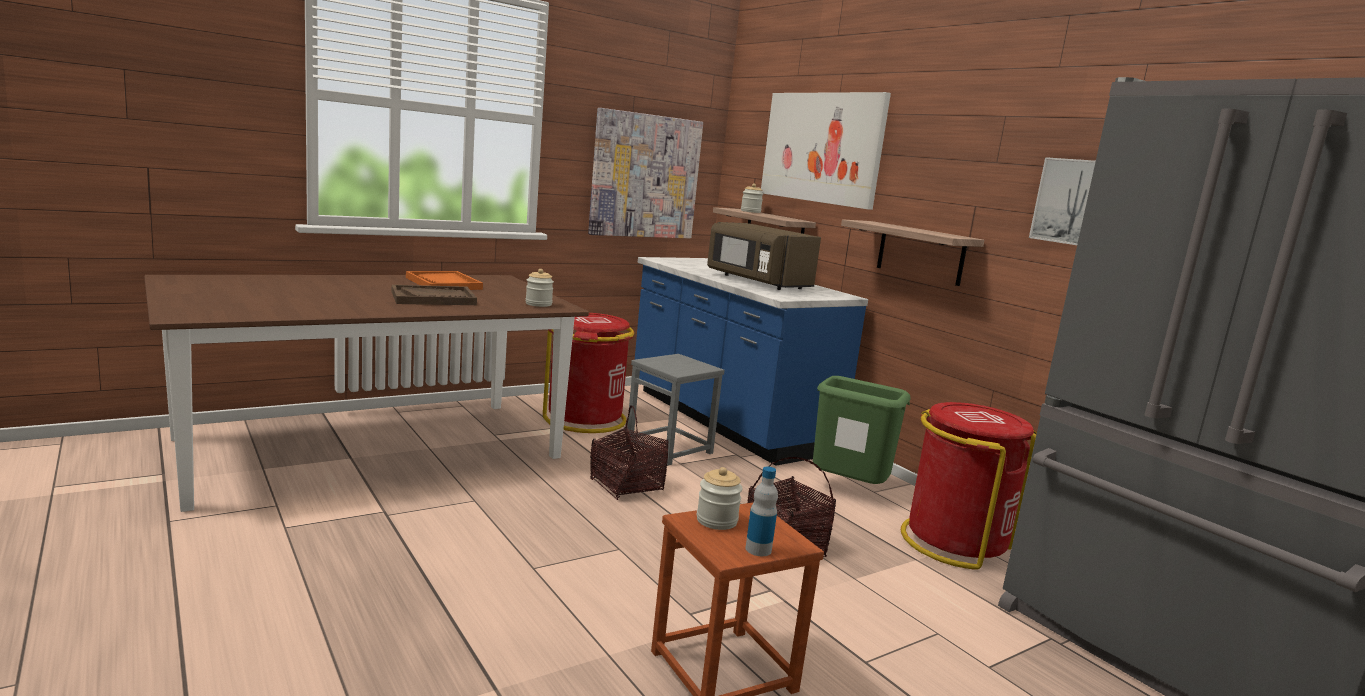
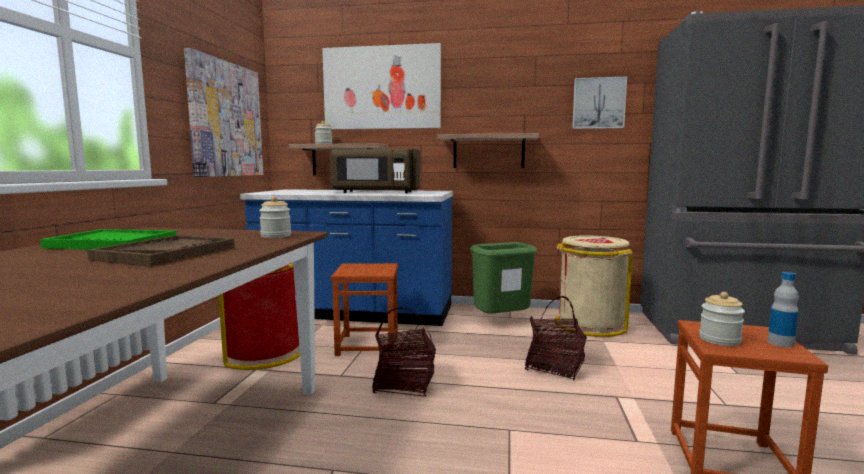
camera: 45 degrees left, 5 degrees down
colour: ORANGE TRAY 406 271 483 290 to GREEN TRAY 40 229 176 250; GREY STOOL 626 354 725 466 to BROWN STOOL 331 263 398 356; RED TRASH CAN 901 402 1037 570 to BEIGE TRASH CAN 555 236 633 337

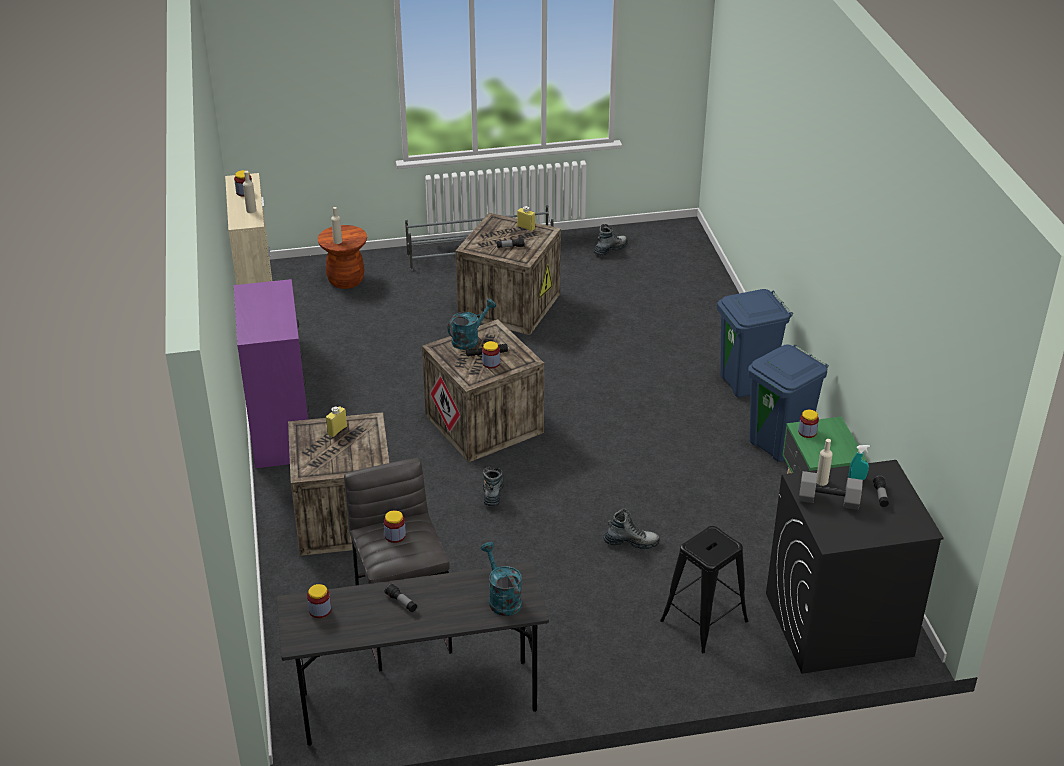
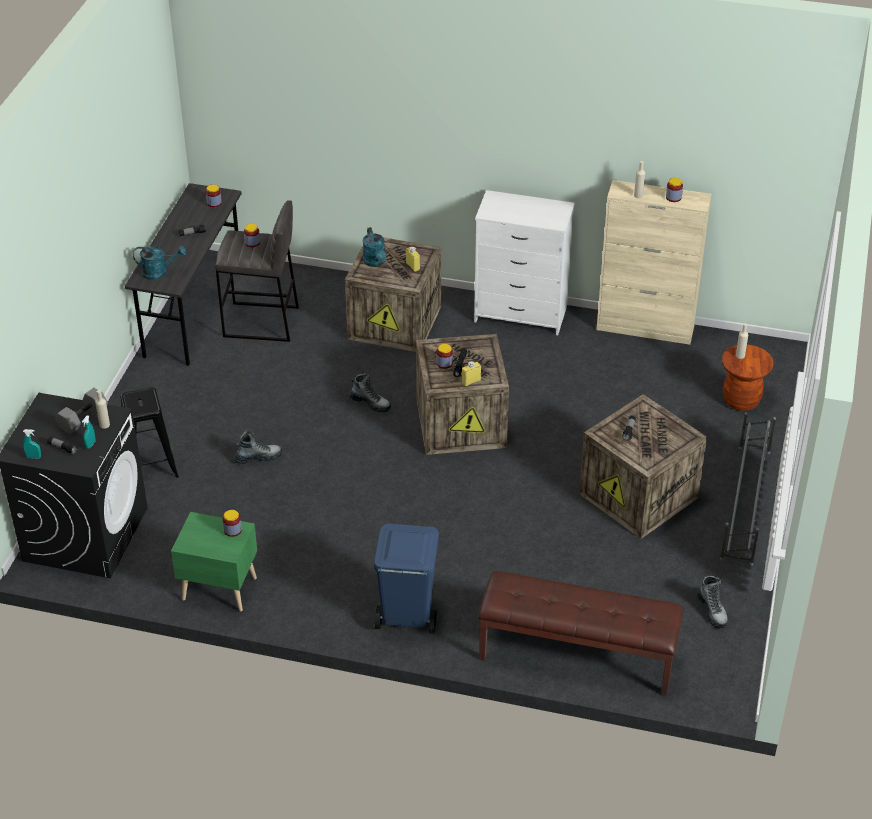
camera: 115 degrees right, 5 degrees up
missing: BLUE TRASH CAN 748 345 829 462
appeared: TURQUOISE SPRAY BOTTLE 23 429 41 459; BROWN BENCH 478 571 683 696
relocated: TURQUOISE WATERING CAN 448 299 496 350 to 362 227 386 267; YELLOW BOTTLE 517 206 535 231 to 462 361 481 387
colour: PURPLE DRESSER 234 279 309 468 to WHITE DRESSER 474 190 575 335
spun: BOOT 603 508 660 549 = 234 430 282 464 135 degrees counterclockwise

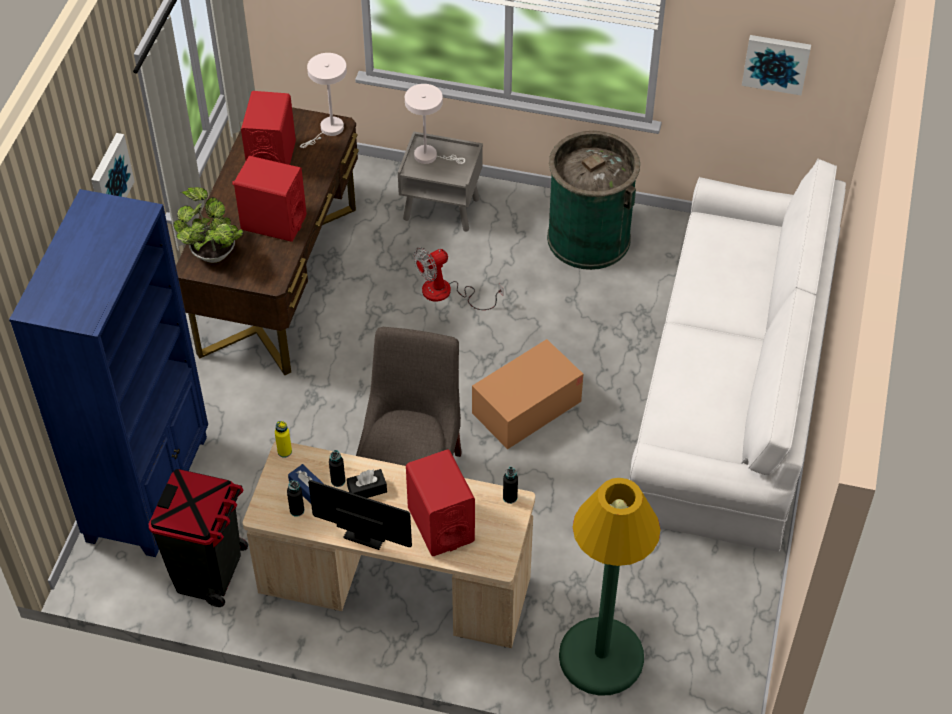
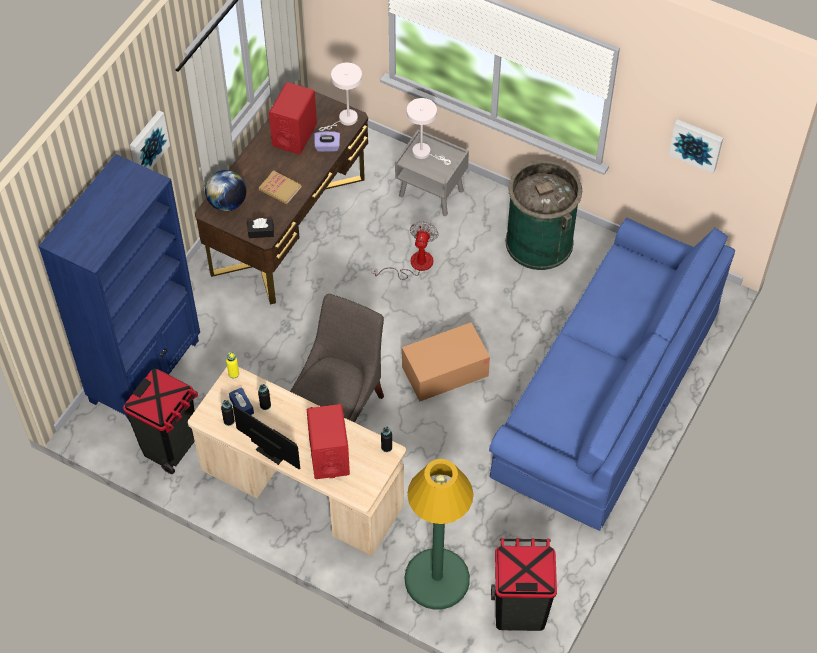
camera: 15 degrees right, 5 degrees up
appeared: PURPLE TISSUE BOX 314 131 340 152; BLACK TRASH CAN 491 538 557 631
relocated: BLACK TISSUE BOX 347 469 387 498 to 248 218 274 238
exchanged: POTTED PLANT 173 187 243 263 to GLOBE 205 170 246 211; RED SPEAKER 232 156 306 242 to BOOK 259 171 301 204
colour: WHITE SOFA 627 158 846 552 to BLUE SOFA 489 217 735 531
spun: FAN 414 247 503 310 = 371 221 439 280 120 degrees clockwise

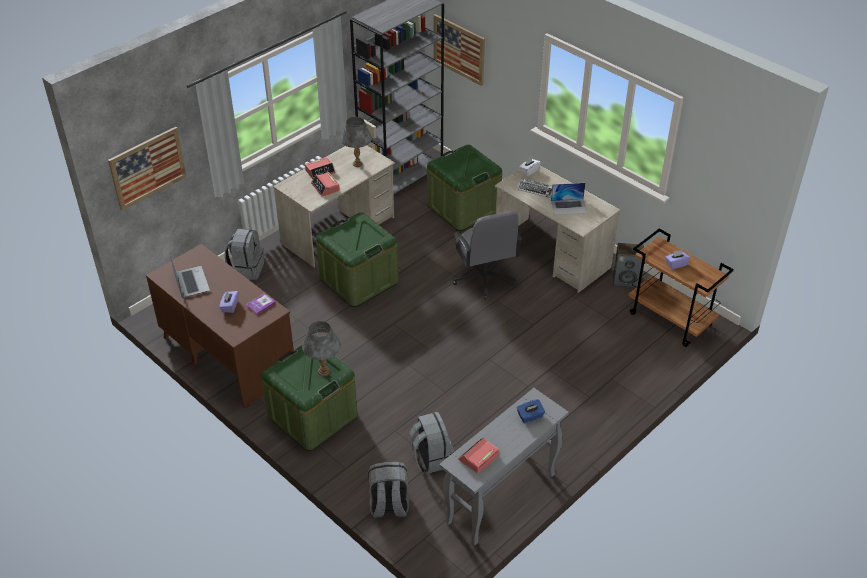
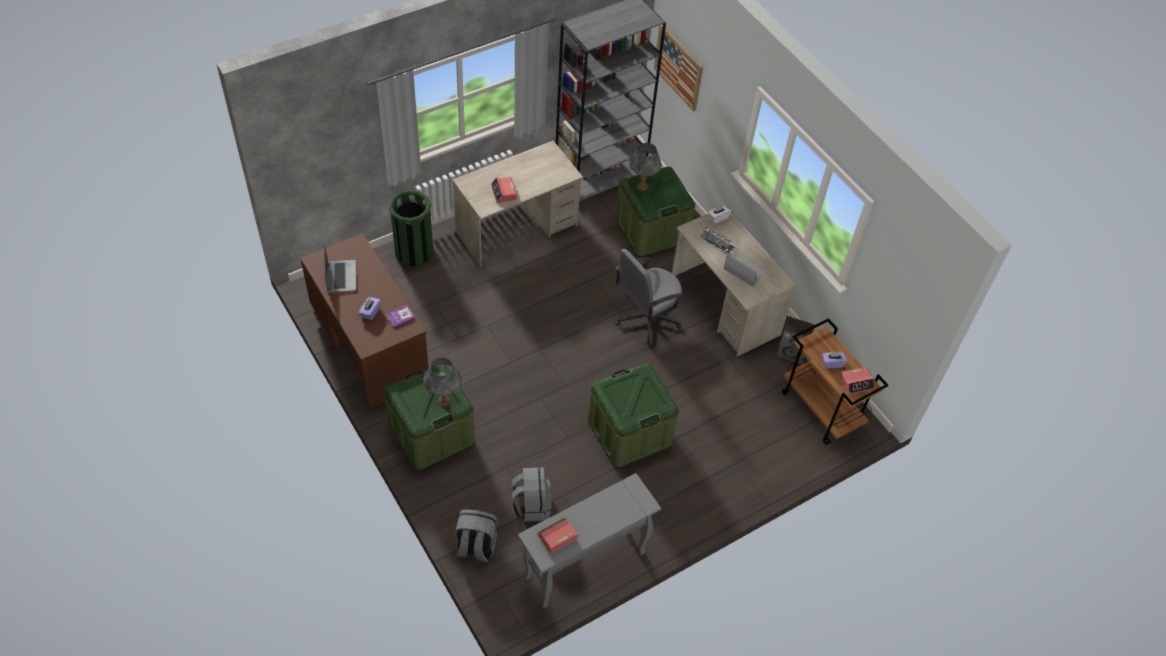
camera: 10 degrees right, 10 degrees up
missing: PICTURE 108 127 187 210; BLUE TISSUE BOX 517 399 545 423
relocated: GREEN STORAGE BOX 316 212 398 307 to 588 363 679 468; GREY TABLE LAMP 340 117 372 167 to 629 143 662 191; ALARM CLOCK 305 157 335 179 to 840 366 875 395
exchanged: GREY BACKPACK 225 229 264 280 to GREEN TRASH CAN 389 190 433 268
spun: GREY OFFICE CHAIR 453 211 522 300 = 615 249 685 345 60 degrees clockwise; LAPTOP 551 183 588 215 = 724 254 766 287 150 degrees counterclockwise

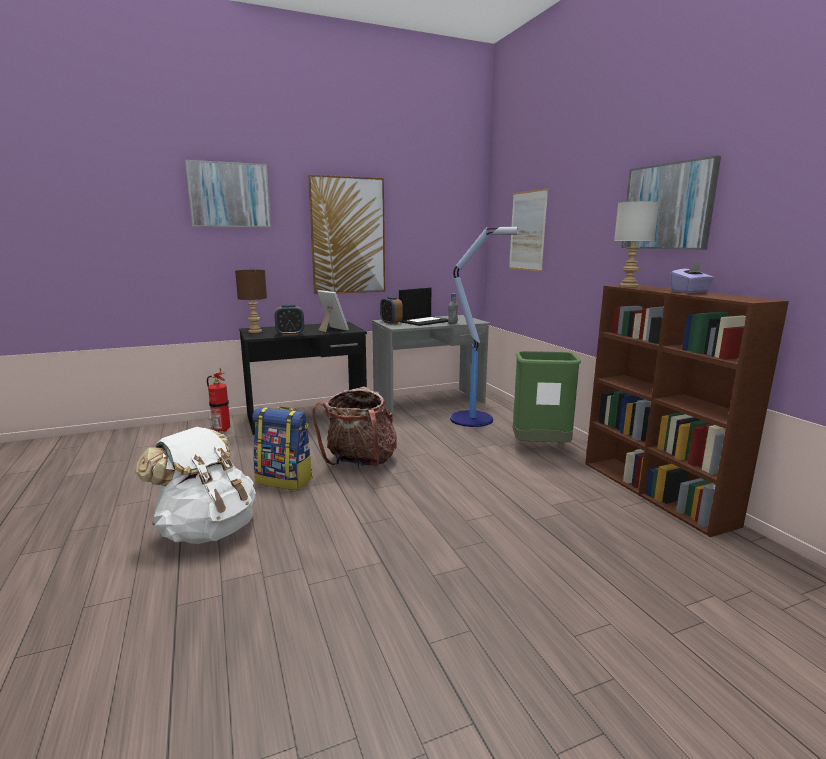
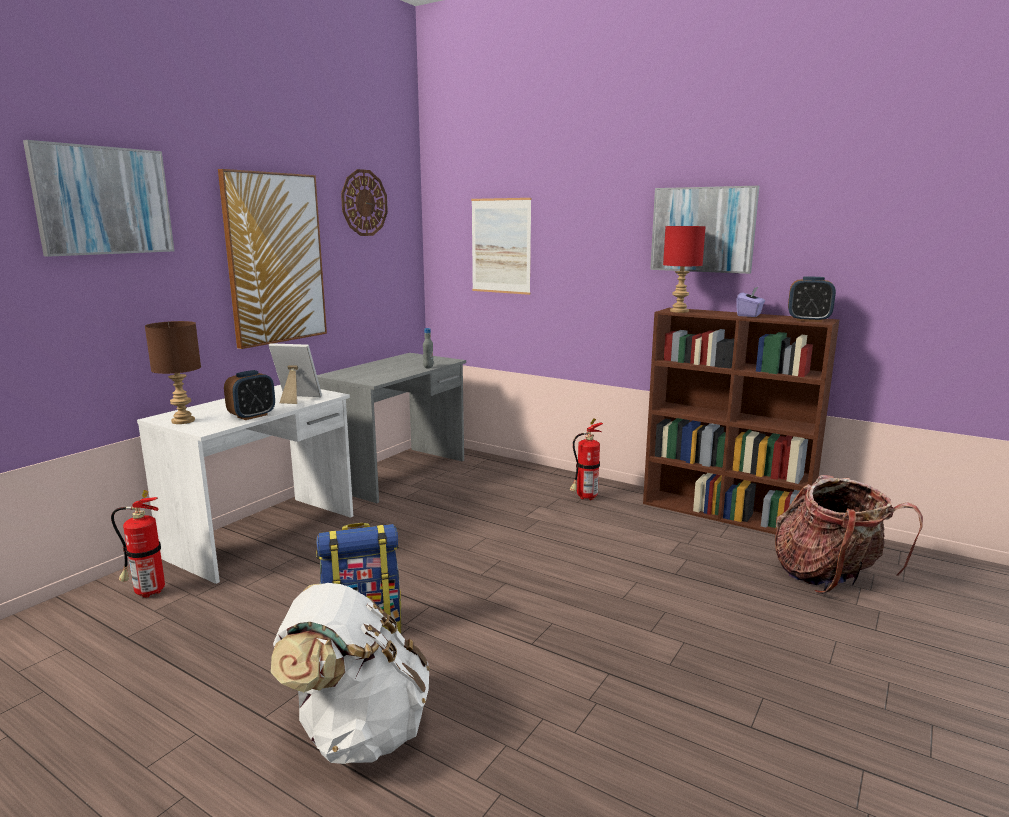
camera: 35 degrees left, 0 degrees up
missing: LAPTOP 399 288 448 326; FLOOR LAMP 450 226 518 427
appeared: WALL CLOCK 341 169 388 236
relocated: BACKPACK 312 387 397 467 to 775 475 923 594; ALARM CLOCK 380 297 403 325 to 788 276 836 322
exchanged: GREEN TRASH CAN 513 351 581 443 to FIRE EXTINGUISHER 570 418 603 500
colour: BLACK DESK 239 322 367 435 to WHITE DESK 137 385 353 584; GREY TABLE LAMP 614 201 659 287 to RED TABLE LAMP 663 226 706 313

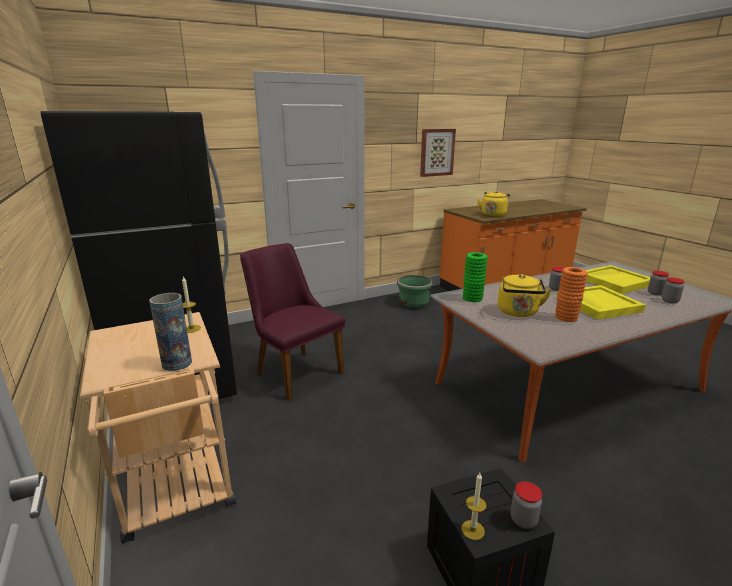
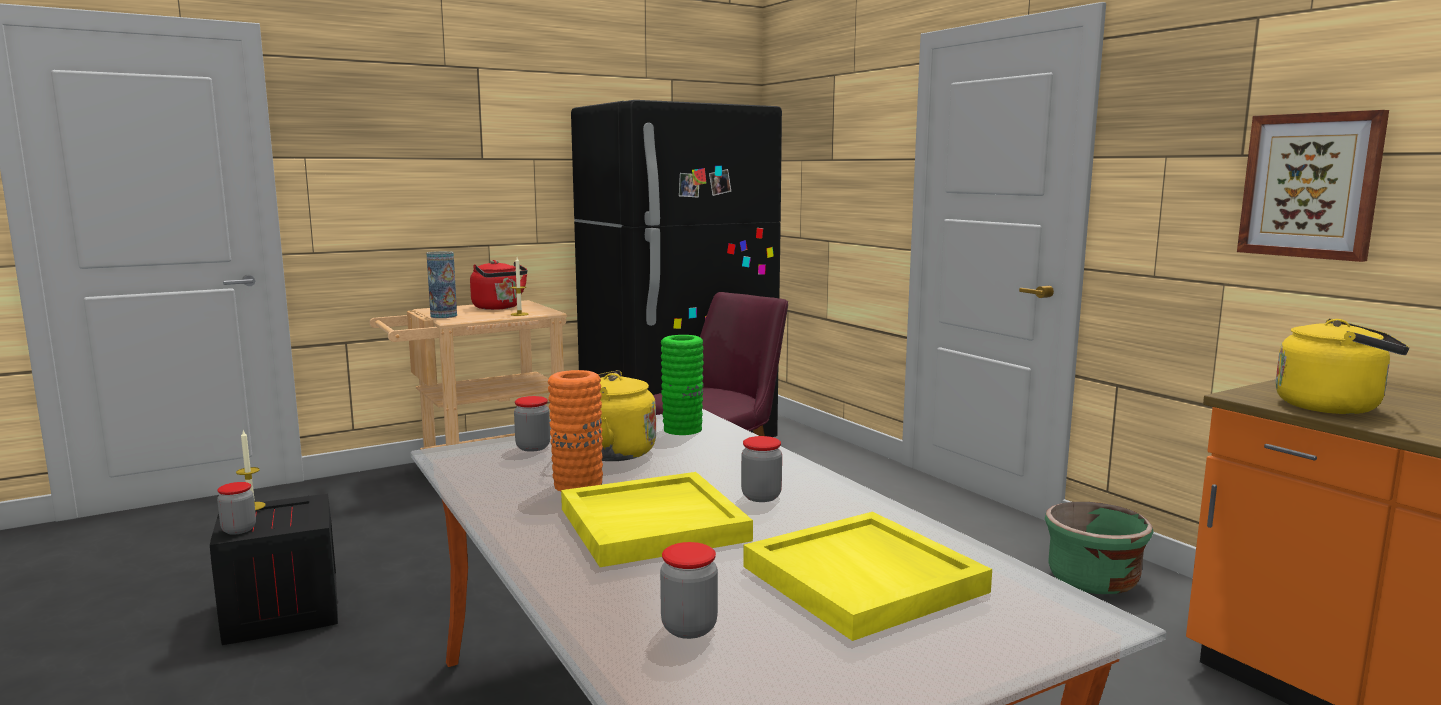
camera: 85 degrees right, 10 degrees down
appeared: RED KETTLE 470 260 527 310
relocated: JAR 648 271 669 296 to 514 396 550 452

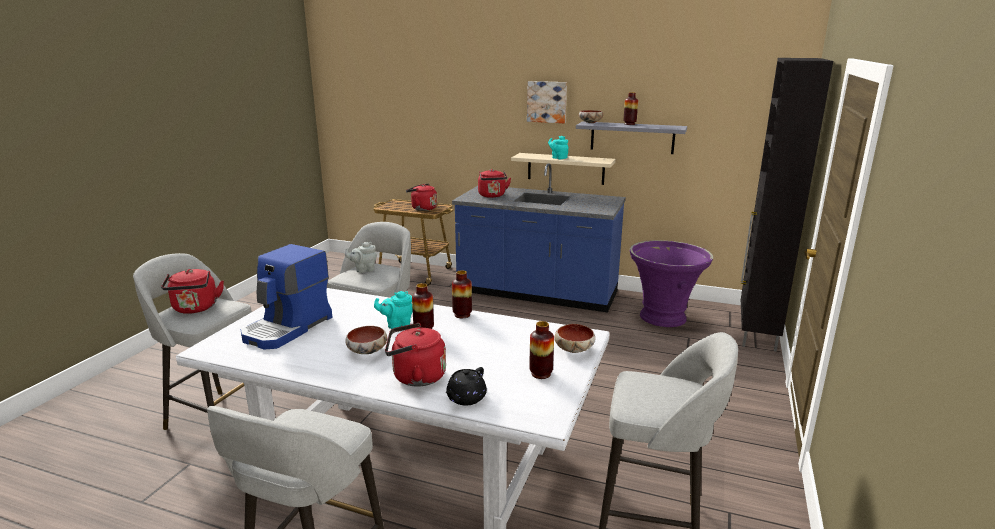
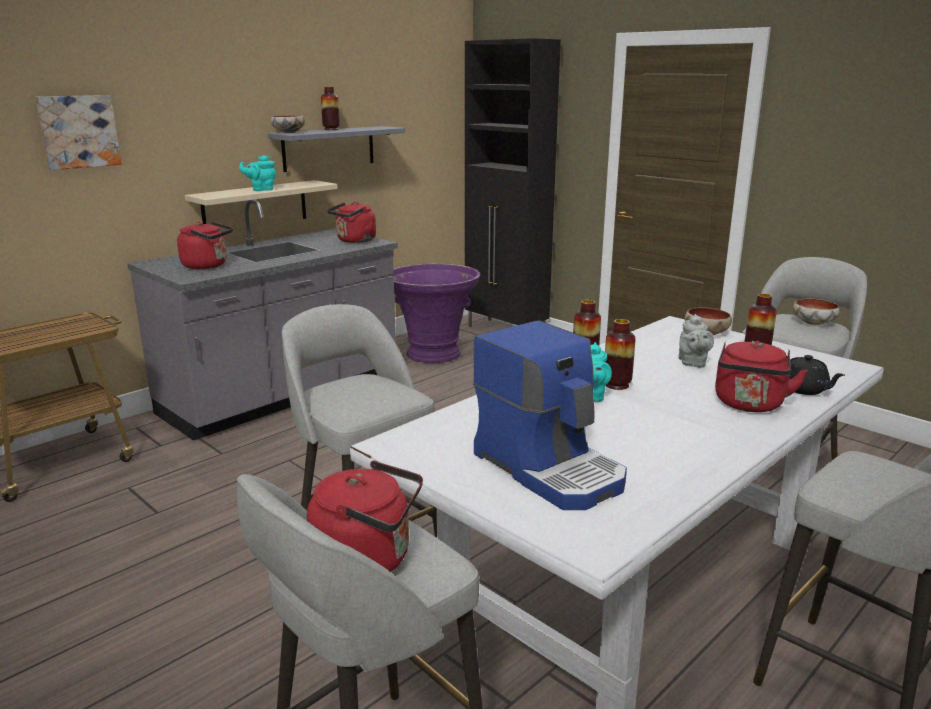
camera: 65 degrees left, 0 degrees up
relocated: PICTURE 527 81 567 123 to 36 95 122 170; RED KETTLE 406 183 437 211 to 327 202 376 243; GREY TEAPOT 345 242 377 273 to 678 314 714 368; BOWL 346 326 387 354 to 793 299 840 325
colour: BLUE COUNTER 452 163 626 313 to GREY COUNTER 128 200 398 441

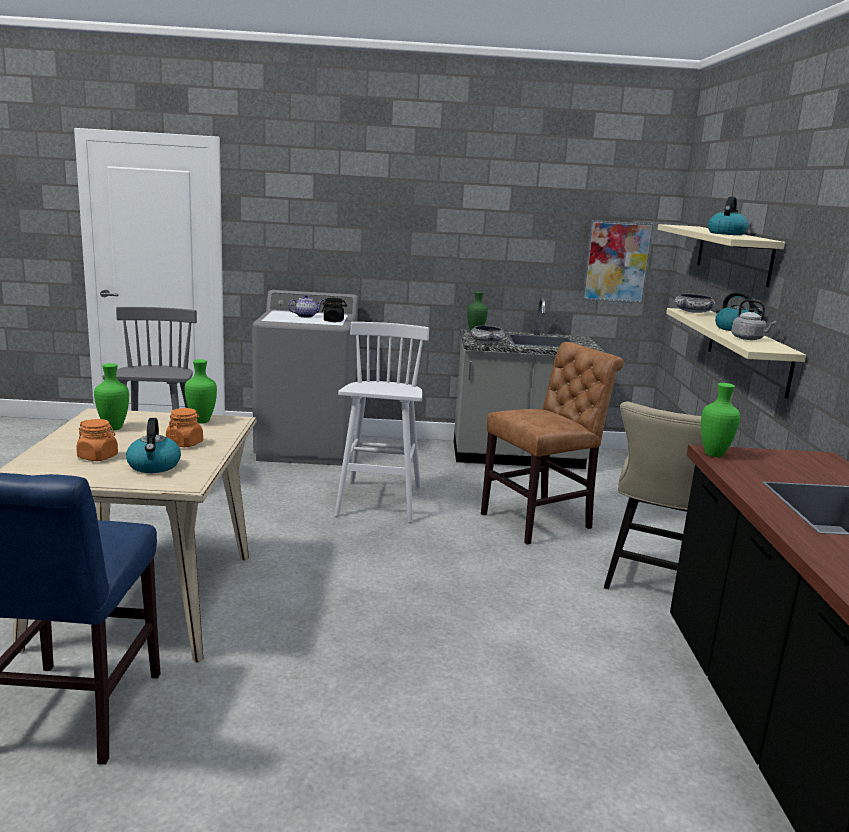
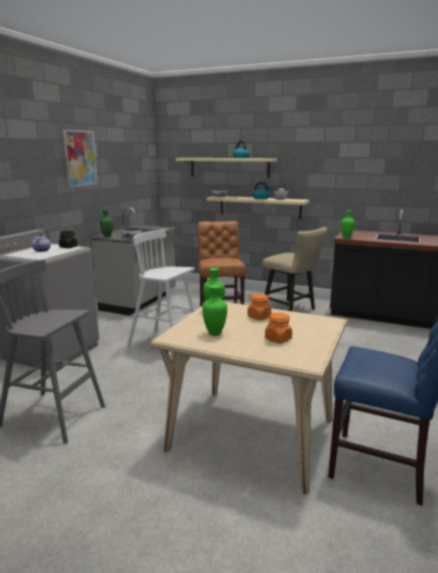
camera: 65 degrees left, 0 degrees up
missing: KETTLE 126 418 181 473
relocated: PICTURE 582 220 654 304 to 63 129 98 187

